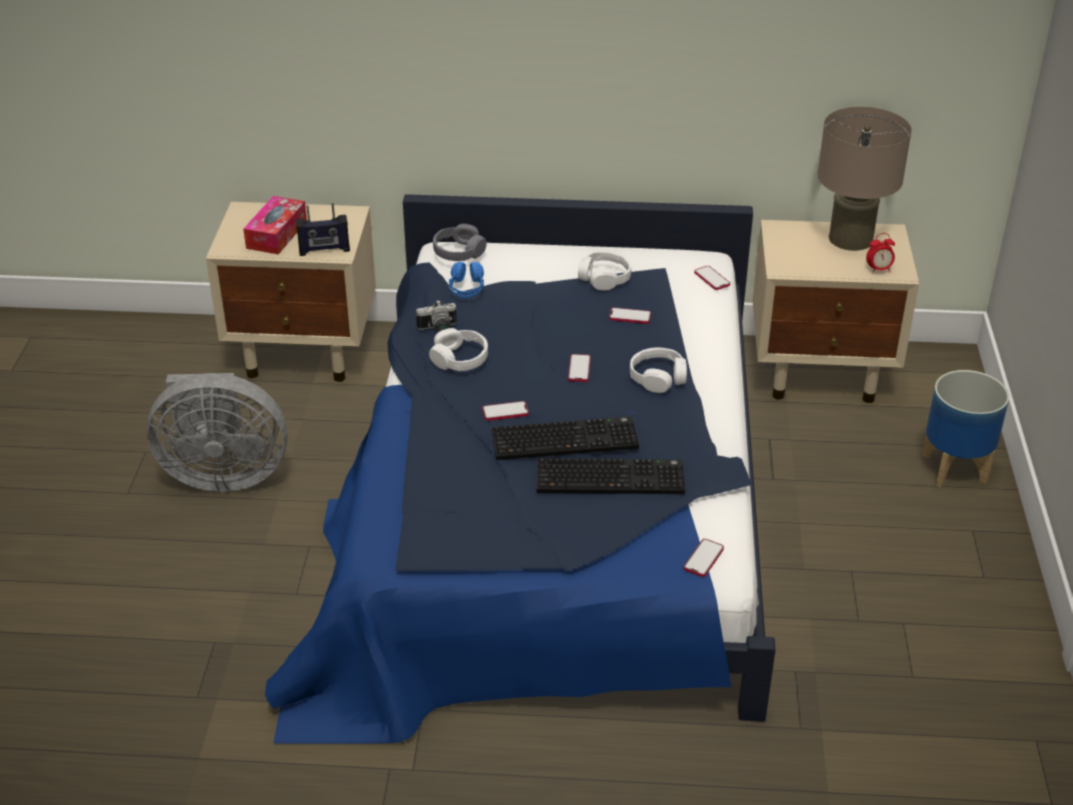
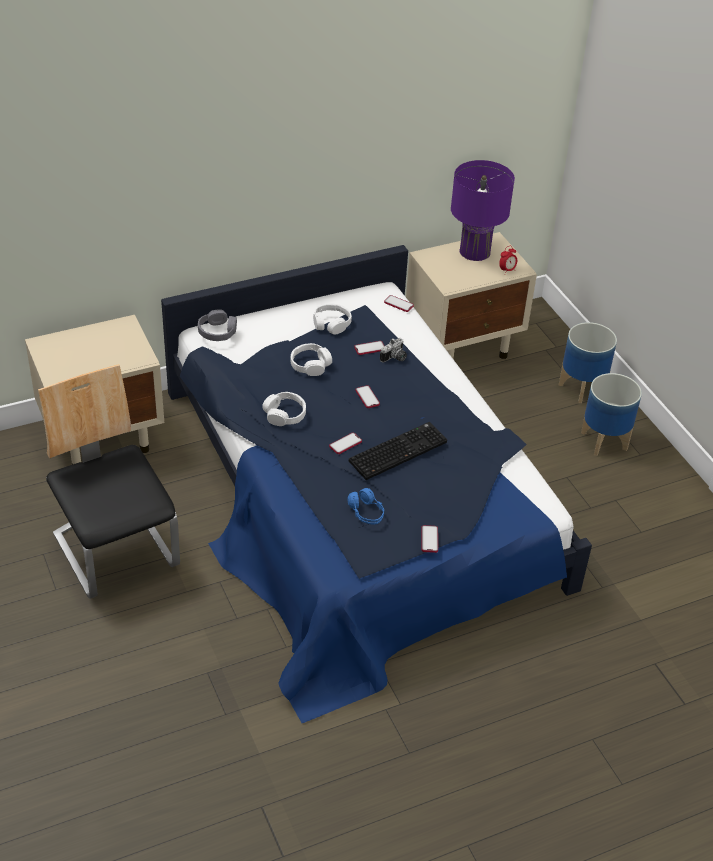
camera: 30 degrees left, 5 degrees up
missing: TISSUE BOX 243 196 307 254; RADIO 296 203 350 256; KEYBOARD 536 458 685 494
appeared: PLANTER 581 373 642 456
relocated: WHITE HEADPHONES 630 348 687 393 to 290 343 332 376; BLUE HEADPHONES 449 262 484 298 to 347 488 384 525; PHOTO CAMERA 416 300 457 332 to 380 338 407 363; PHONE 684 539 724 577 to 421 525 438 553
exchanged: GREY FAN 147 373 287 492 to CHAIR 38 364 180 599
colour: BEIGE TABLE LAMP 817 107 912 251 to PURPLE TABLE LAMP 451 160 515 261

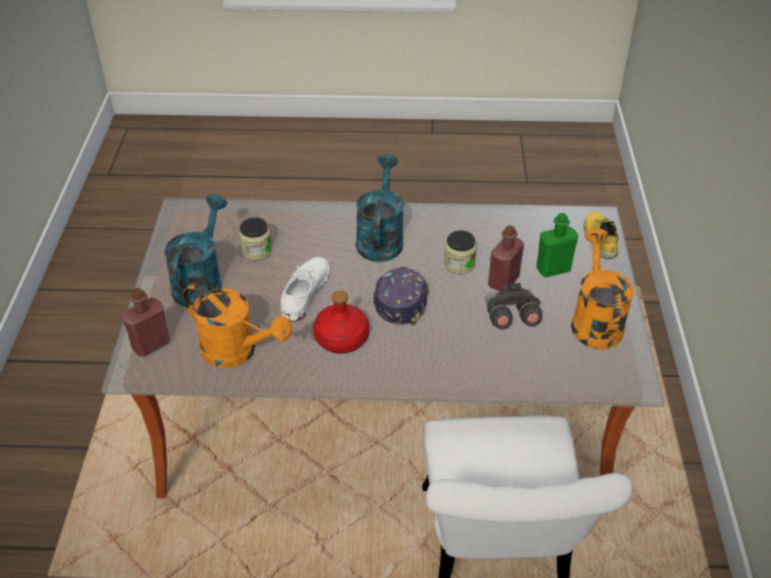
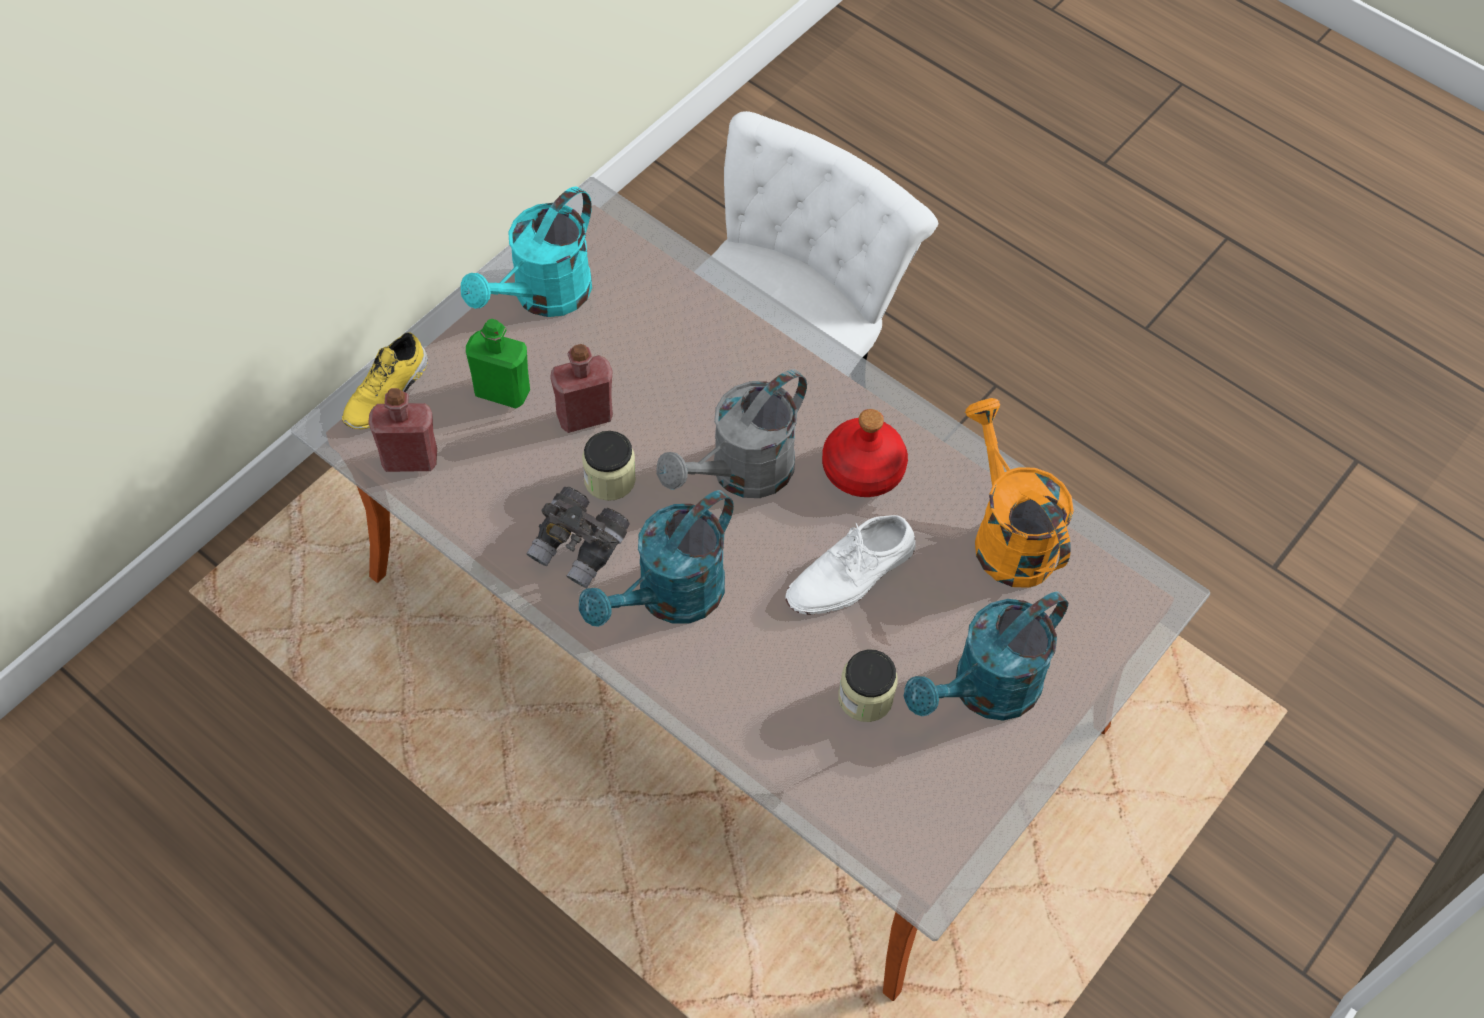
camera: 145 degrees left, 15 degrees up
relocated: RED BOTTLE 122 288 170 357 to 368 388 437 472; GREY BINOCULARS 485 283 543 329 to 527 487 630 588
exchanged: CAP 373 267 429 326 to GREY WATERING CAN 656 369 807 498
colour: ORANGE WATERING CAN 571 229 634 350 to TURQUOISE WATERING CAN 461 187 592 317

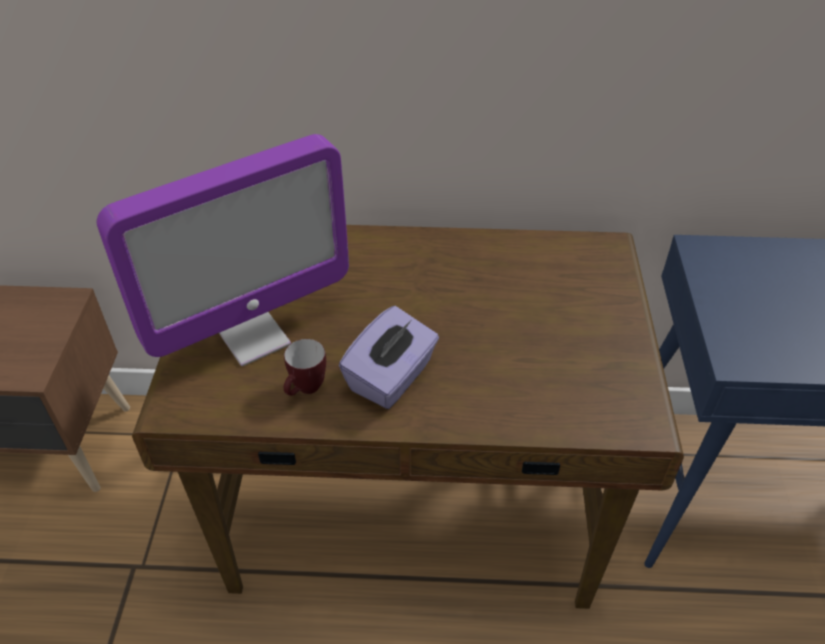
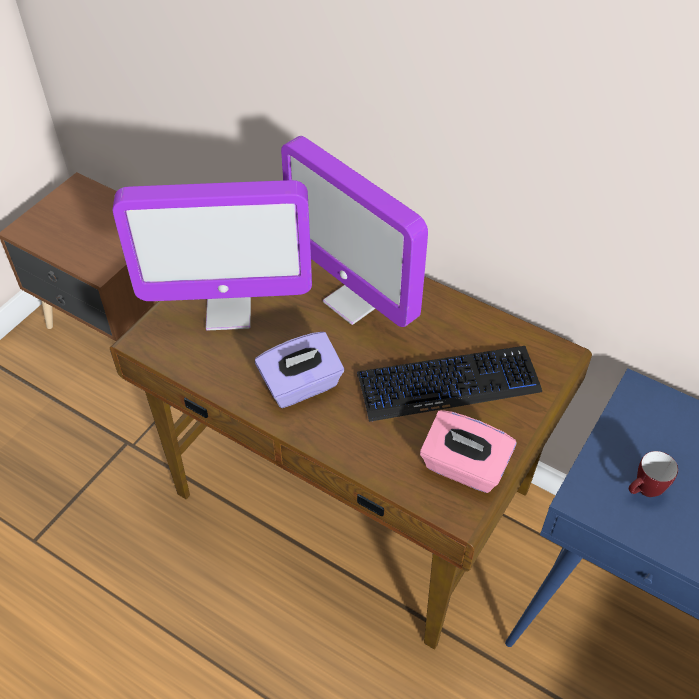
camera: 30 degrees right, 5 degrees up
appeared: MONITOR 281 136 428 327; KEYBOARD 357 346 542 422; PINK TISSUE BOX 420 410 516 493
relocated: MUG 284 339 326 396 to 629 451 678 497

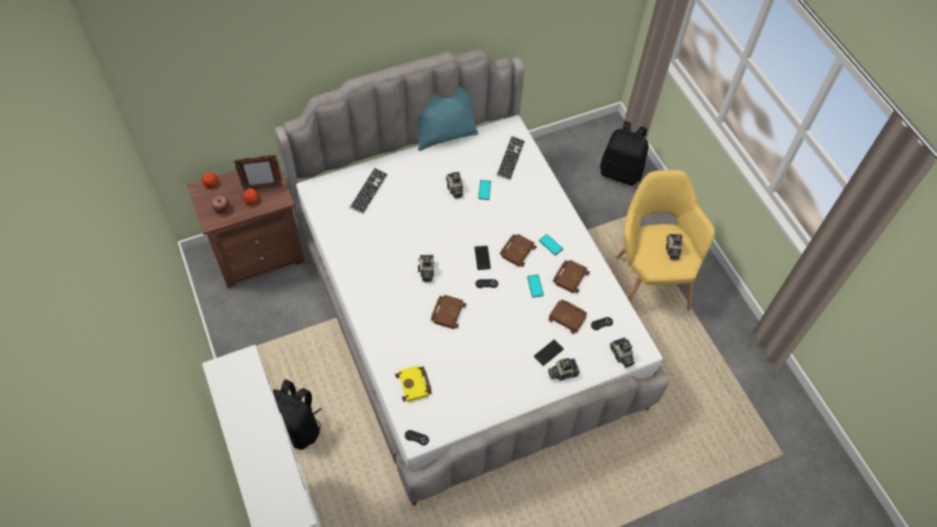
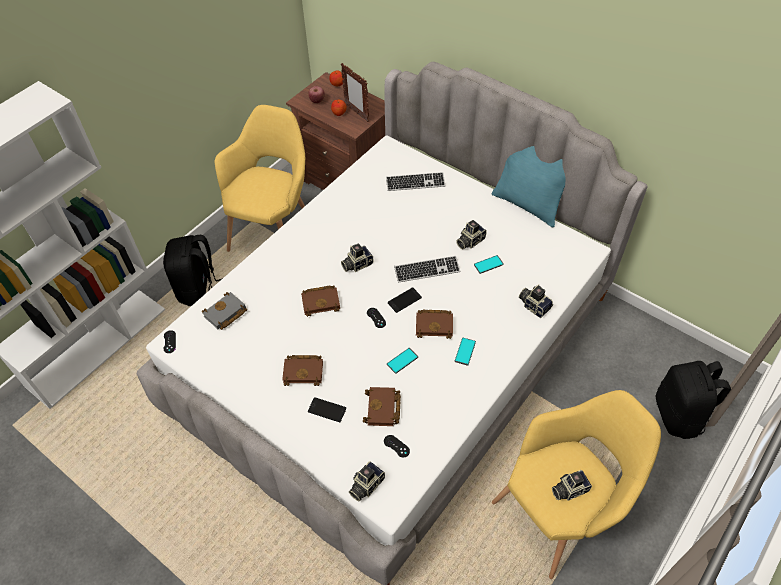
camera: 65 degrees right, 5 degrees down
appeared: YELLOW ARMCHAIR 215 105 305 252
relocated: BROWN BOOK 553 260 590 294 to 282 355 323 386; KEYBOARD 496 136 525 180 to 394 256 460 283; PHOTO CAMERA 548 358 580 381 to 519 284 553 318
colour: YELLOW BOOK 395 365 432 402 to GREY BOOK 202 292 247 330

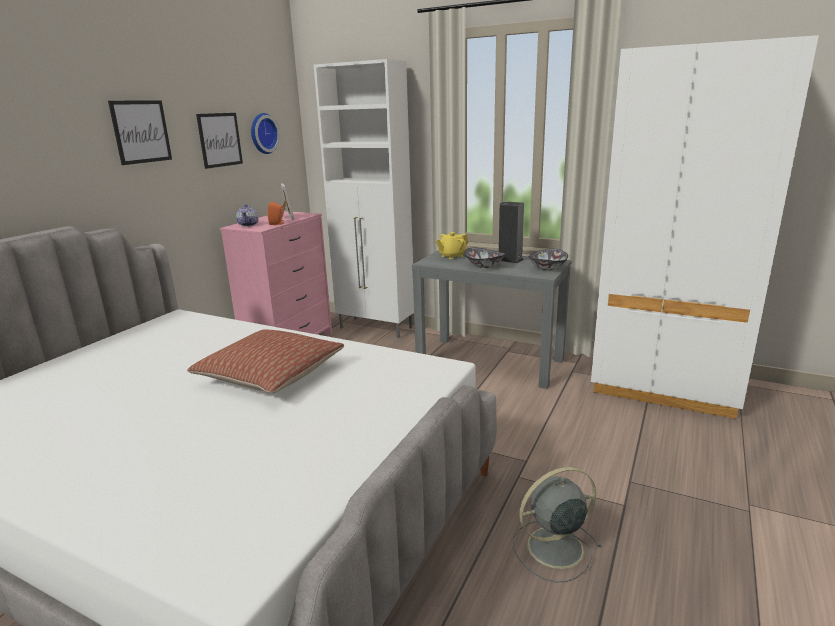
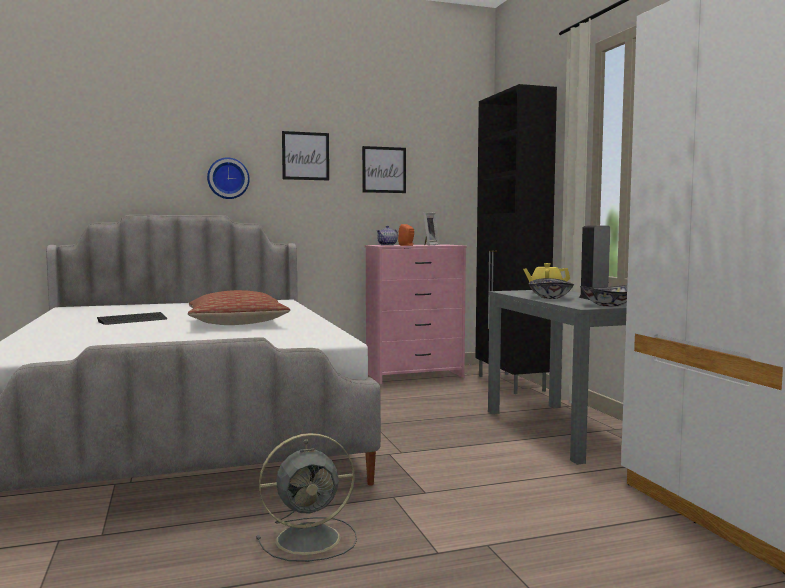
camera: 45 degrees right, 15 degrees down
appeared: KEYBOARD 97 312 167 325
relocated: WALL CLOCK 251 113 280 154 to 207 157 250 199
colour: WHITE CABINET 313 59 414 338 to BLACK CABINET 475 84 557 394
spun: GREY FAN 513 467 602 582 = 256 433 357 562 135 degrees clockwise

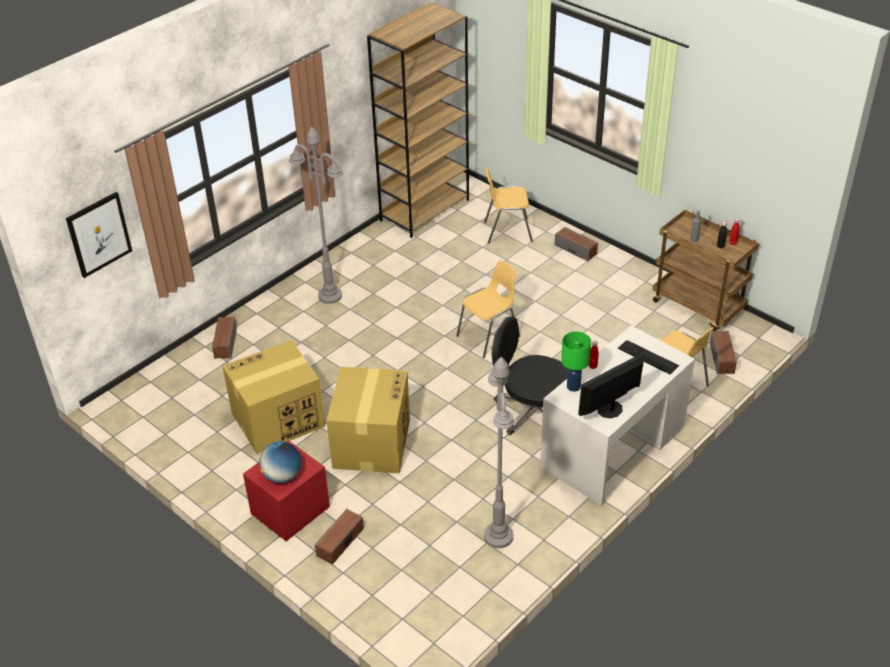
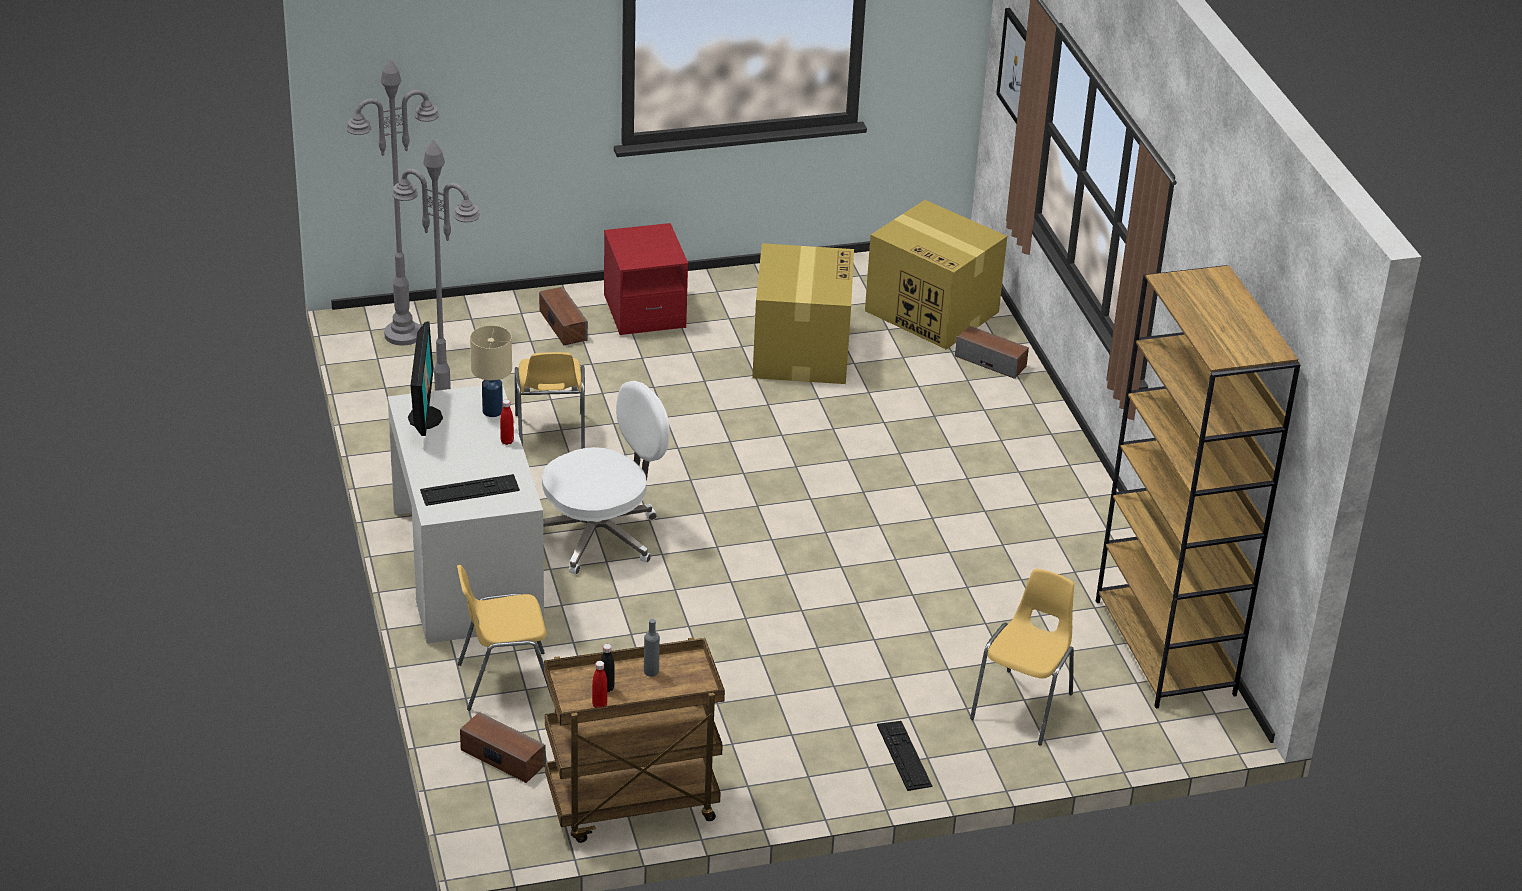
camera: 120 degrees right, 5 degrees down
missing: GLOBE 259 441 301 483
relocated: GREY FLOOR LAMP 289 126 343 304 to 347 59 439 346; YELLOW CHAIR 456 260 520 358 to 515 352 585 449; CARDBOARD BOX 326 367 410 473 to 865 200 1007 350
exchanged: SPEAKER 555 227 598 261 to KEYBOARD 877 721 933 791
colour: GREEN TABLE LAMP 561 331 591 392 to BEIGE TABLE LAMP 470 325 512 417; BLACK OFFICE CHAIR 492 317 568 435 to WHITE OFFICE CHAIR 542 381 670 575

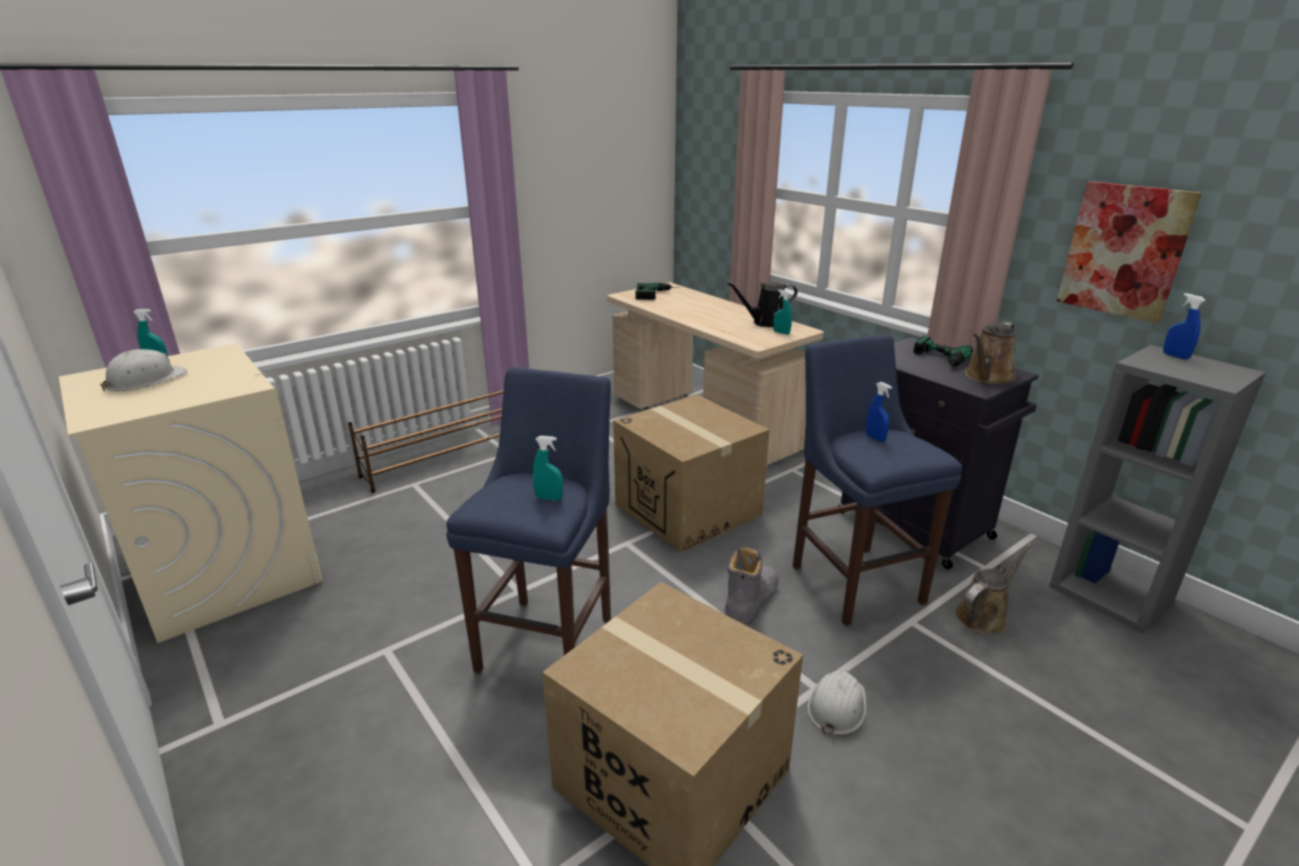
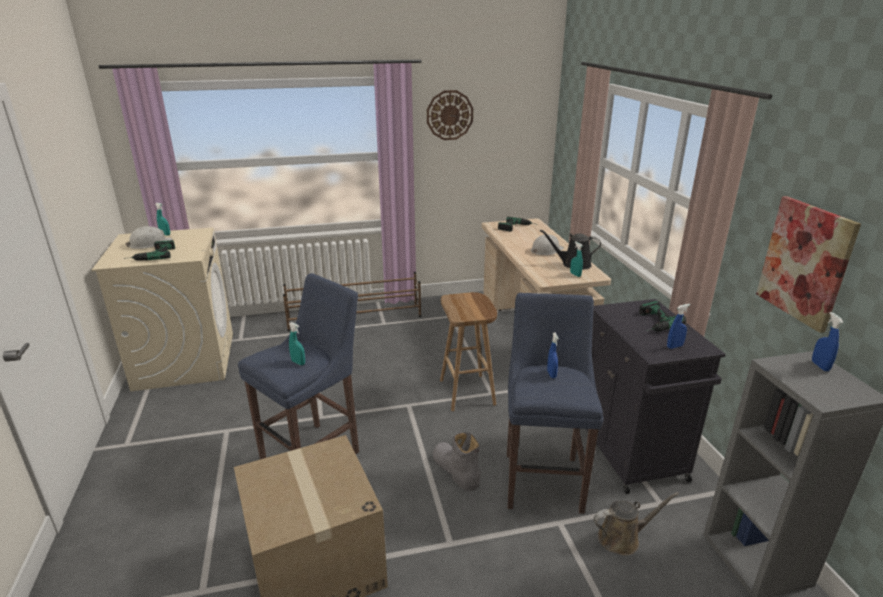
camera: 25 degrees right, 0 degrees up
appeared: POWER DRILL 124 240 175 261; WALL CLOCK 427 90 473 140
relocated: WHITE HARD HAT 807 671 866 735 to 531 234 564 255
exchanged: CARDBOARD BOX 613 394 769 553 to BROWN STOOL 440 292 497 411; BROWN WATERING CAN 965 322 1016 384 to BLUE SPRAY BOTTLE 667 304 690 349
spun: GREY BOOT 725 546 778 626 = 433 432 481 491 90 degrees counterclockwise

